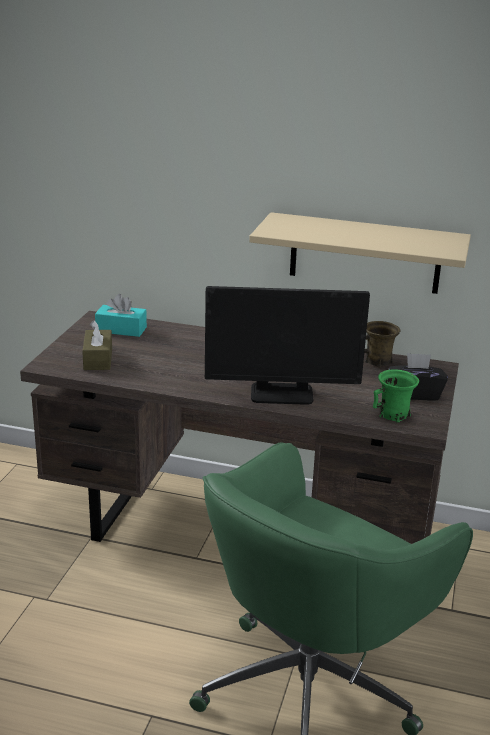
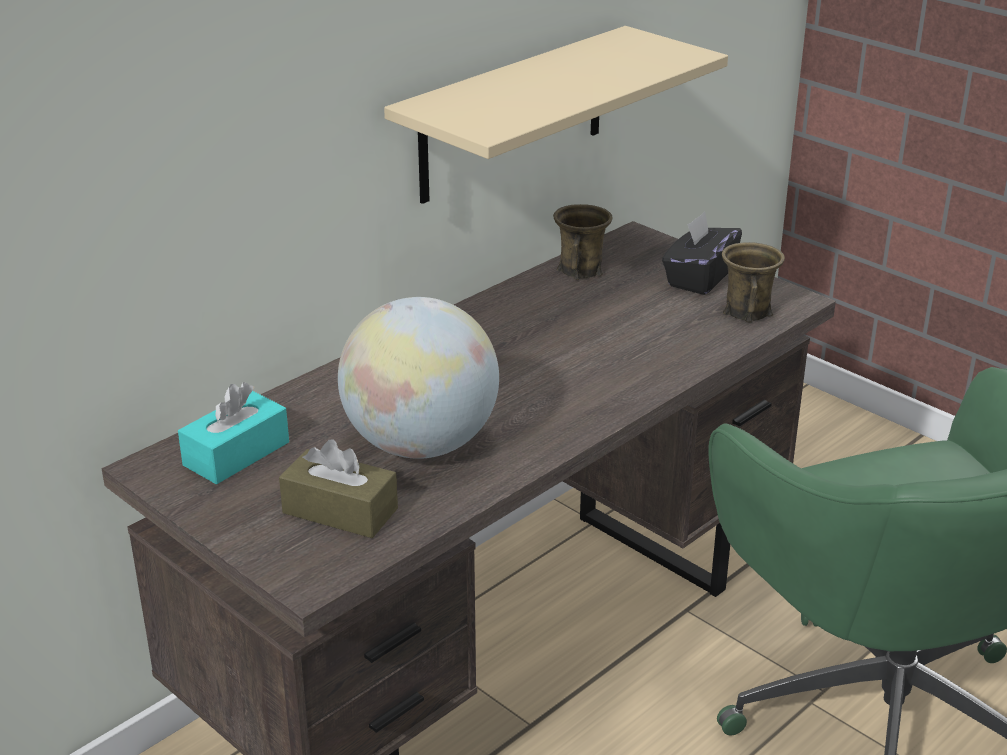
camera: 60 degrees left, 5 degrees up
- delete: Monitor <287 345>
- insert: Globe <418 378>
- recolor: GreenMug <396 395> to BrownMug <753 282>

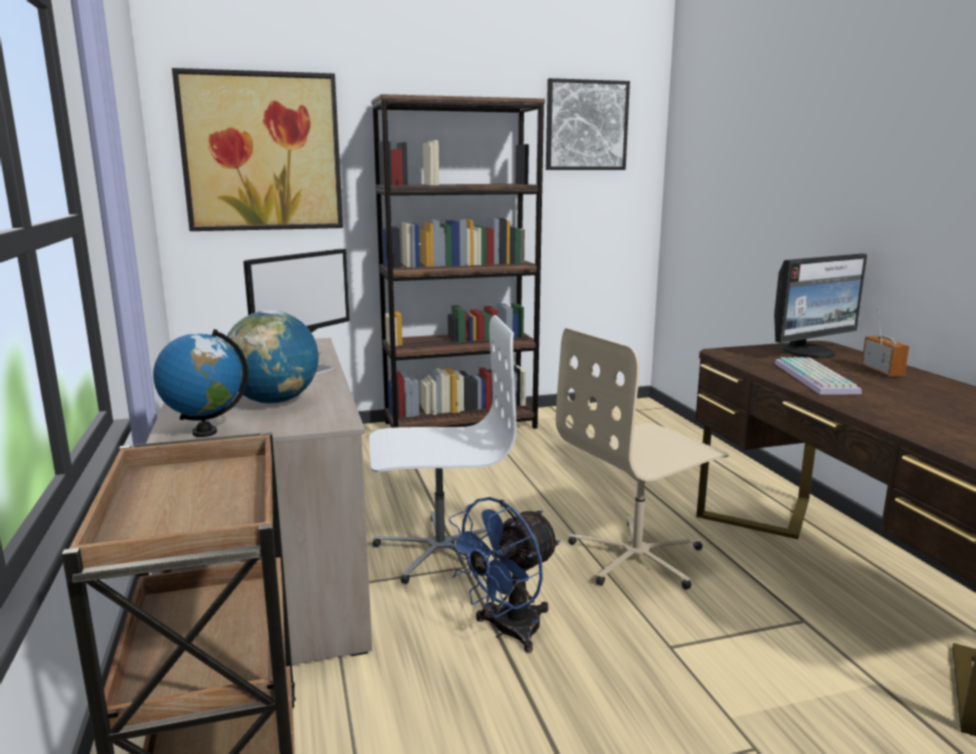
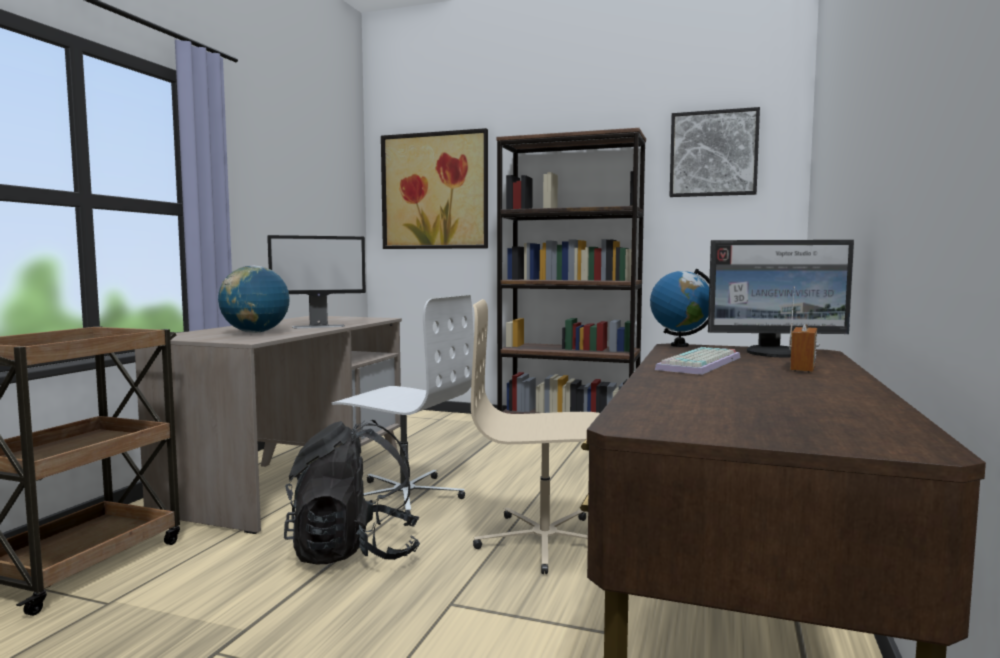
camera: 35 degrees right, 10 degrees down
- move: Globe <201 383> to <680 308>
- replace: BlueFan <502 575> to BlackBackpack <352 492>

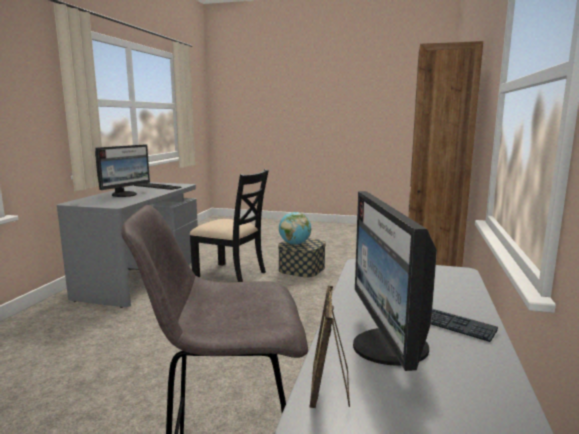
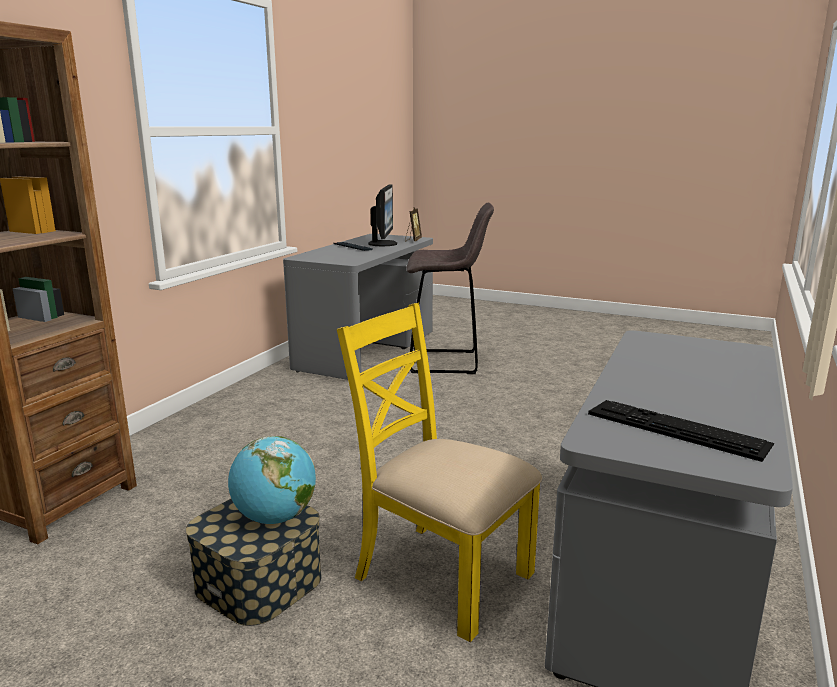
camera: 170 degrees left, 5 degrees up
- delete: Monitor <122 170>
- recolor: BlackChair <229 225> to YellowChair <439 472>

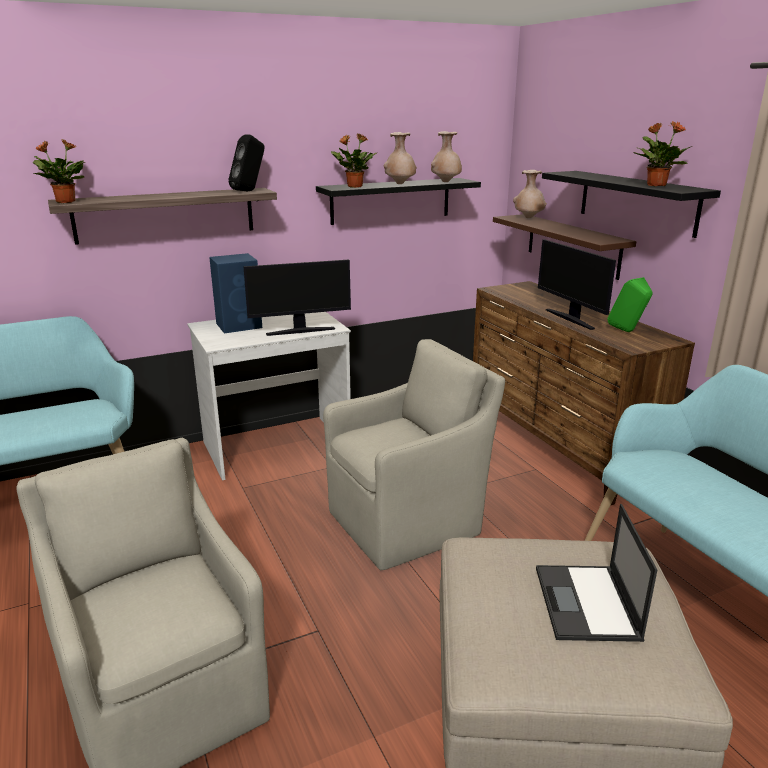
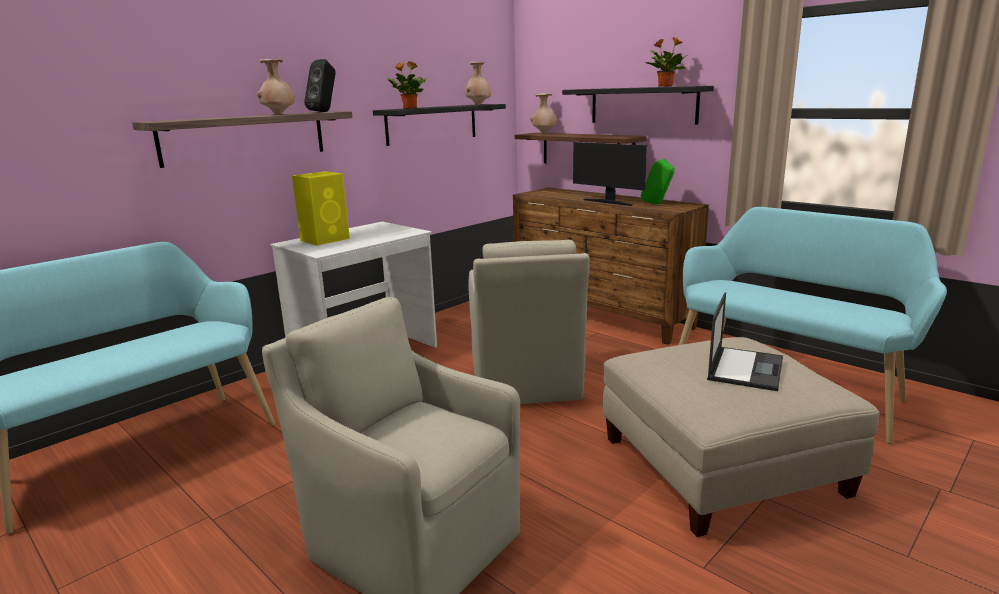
camera: 20 degrees left, 5 degrees down
- delete: PottedPlant <59 171>
- delete: Monitor <297 297>
- move: BeigeVase <400 158> to <276 87>
- recolor: BlueSpeaker <235 293> to YellowSpeaker <321 208>
- rotate: BeigeArmchair <414 454> = <529 322> 135 degrees clockwise
- rotate: Laptop <596 573> = <745 341> 135 degrees counterclockwise

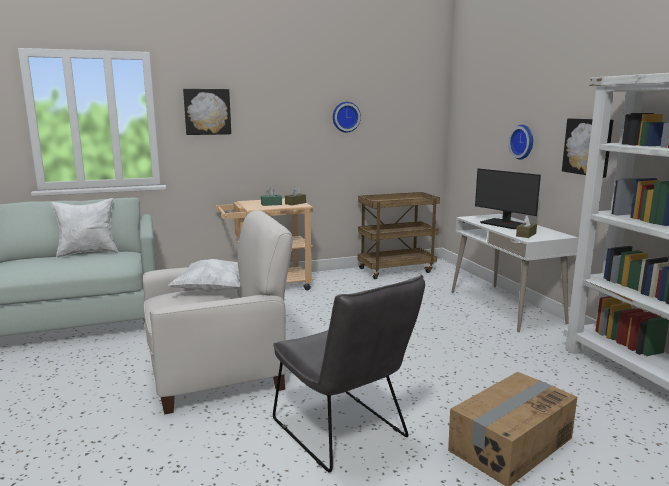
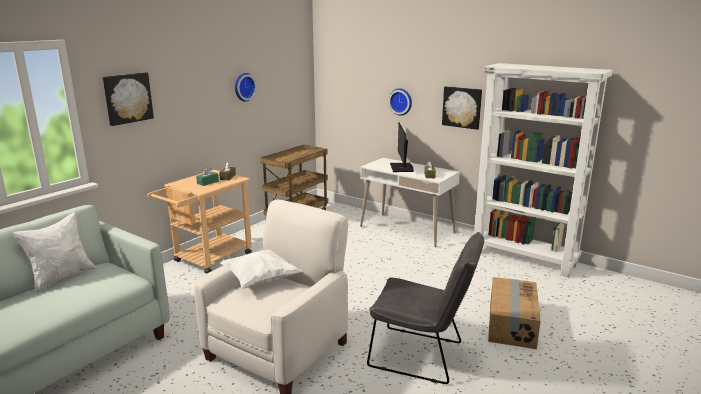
camera: 35 degrees left, 5 degrees up
- rotate: Monitor <508 199> = <402 147> 75 degrees clockwise

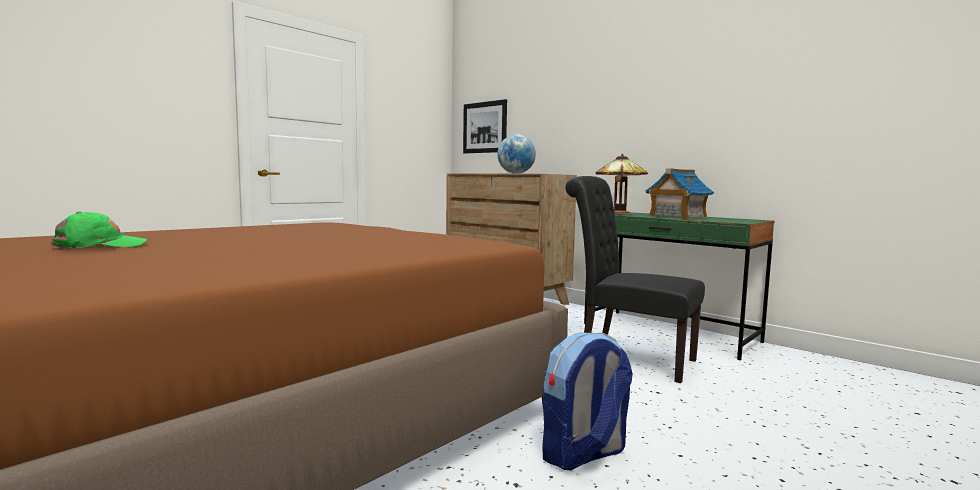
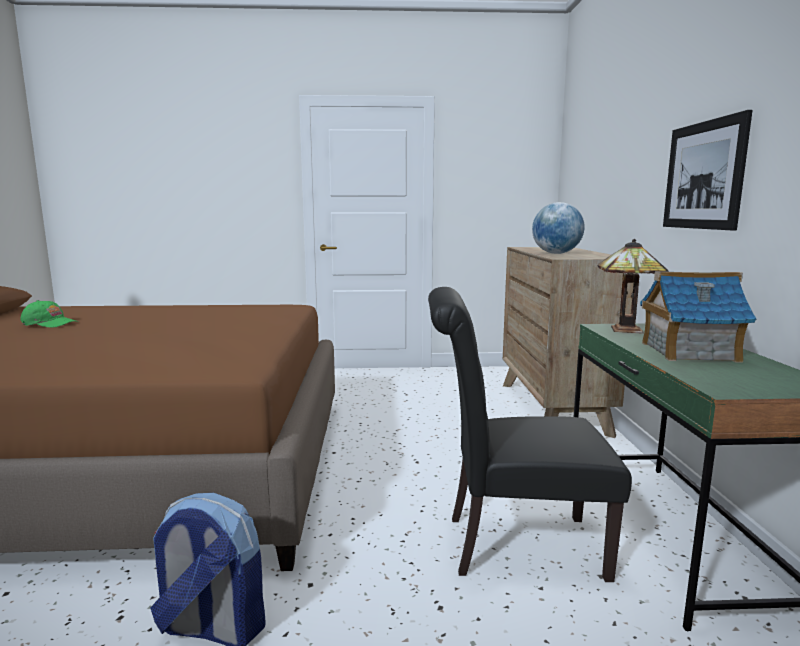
camera: 45 degrees right, 5 degrees up
- move: Picture <485 126> to <708 170>
- rotate: BlackChair <635 279> = <530 434> 75 degrees counterclockwise

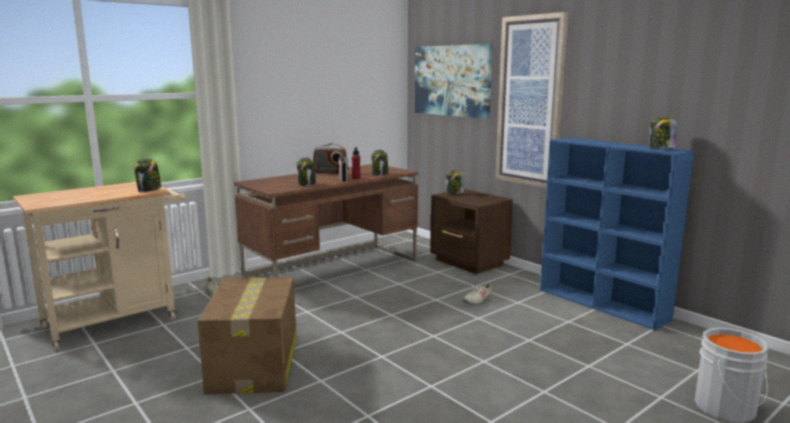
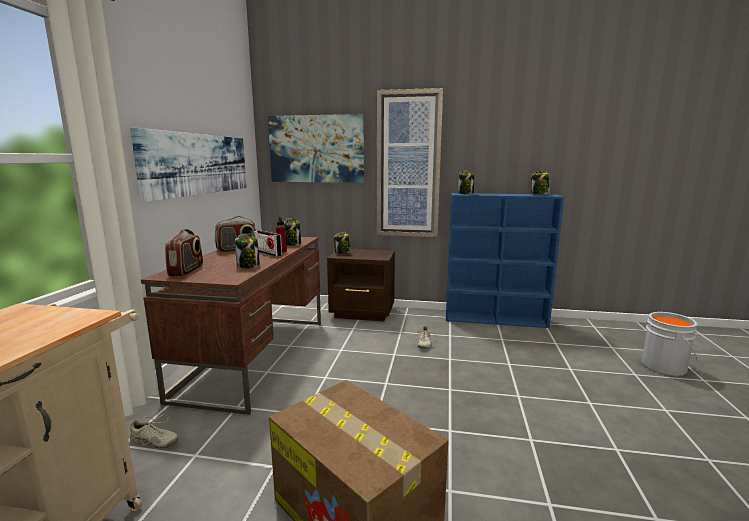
camera: 40 degrees left, 0 degrees up
- insert: Picture <188 165>
- insert: Radio <184 252>
- move: Jar <147 175> to <466 182>

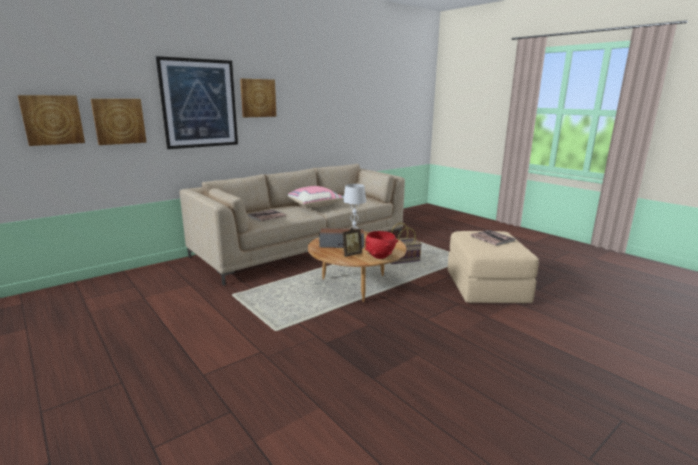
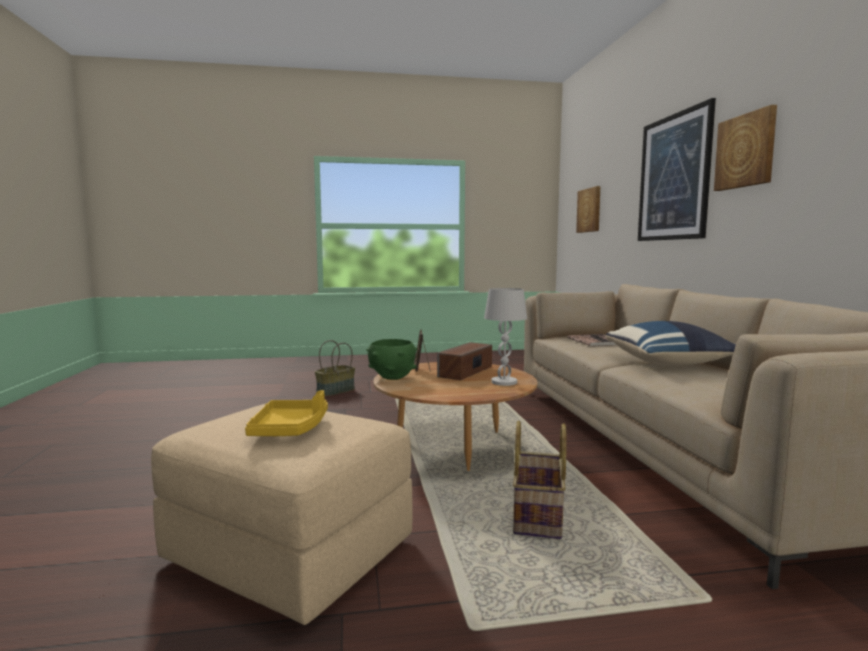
camera: 120 degrees right, 10 degrees down
- delete: Picture <119 122>
- insert: Basket <335 368>
- replace: Book <492 238> to YellowTray <286 413>
- recolor: PinkPillow <316 197> to BluePillow <670 343>
- recolor: RedBowl <381 245> to GreenBowl <392 359>

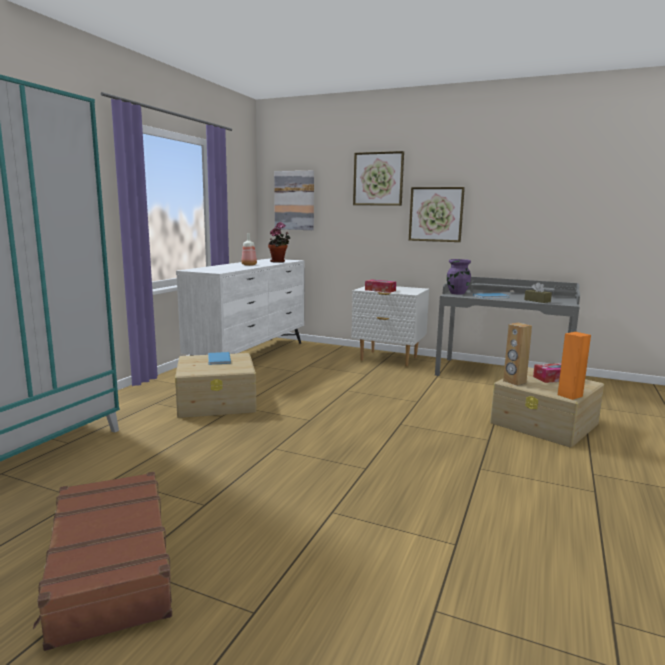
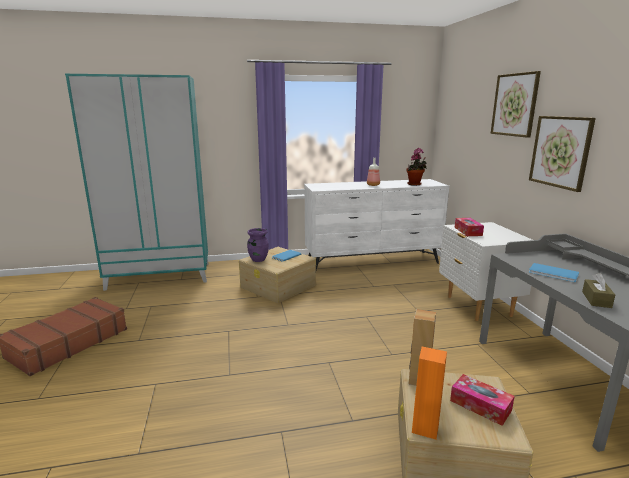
camera: 55 degrees right, 5 degrees up
- delete: Picture <294 200>
- move: PurpleVase <459 276> to <258 245>

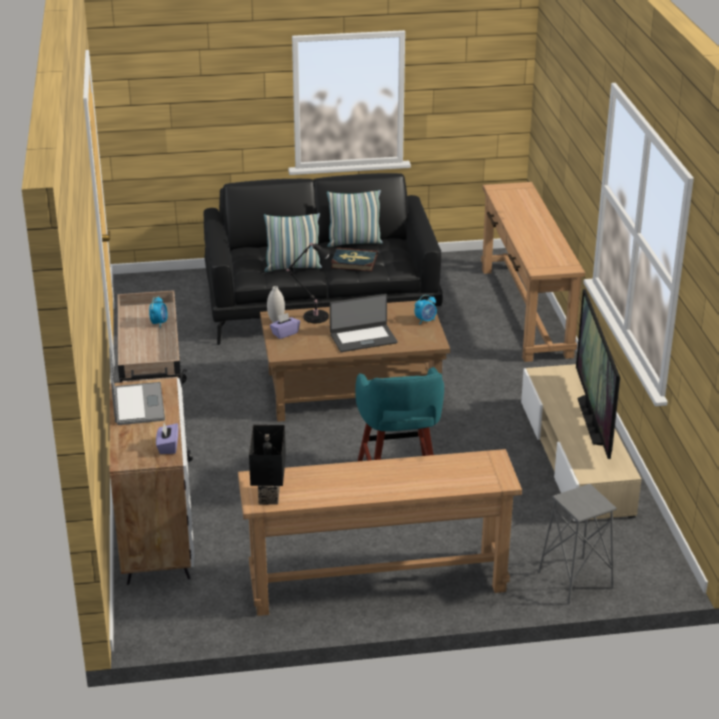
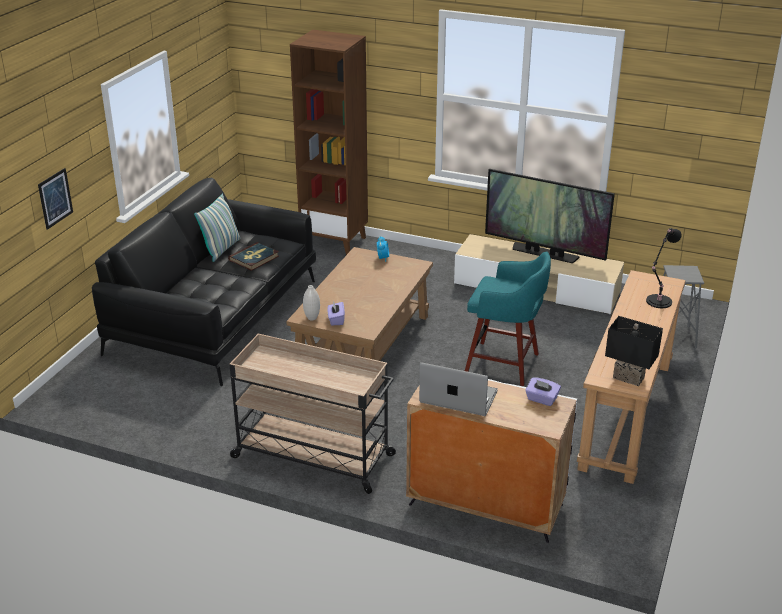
camera: 60 degrees left, 0 degrees up
- delete: AlarmClock <158 312>
- delete: Pillow <293 242>
- delete: Laptop <364 323>
- insert: Picture <55 199>
- move: BlackTableLamp <308 283> to <664 268>
- replace: BrownConsoleTable <533 272> to BrownBookcase <329 142>

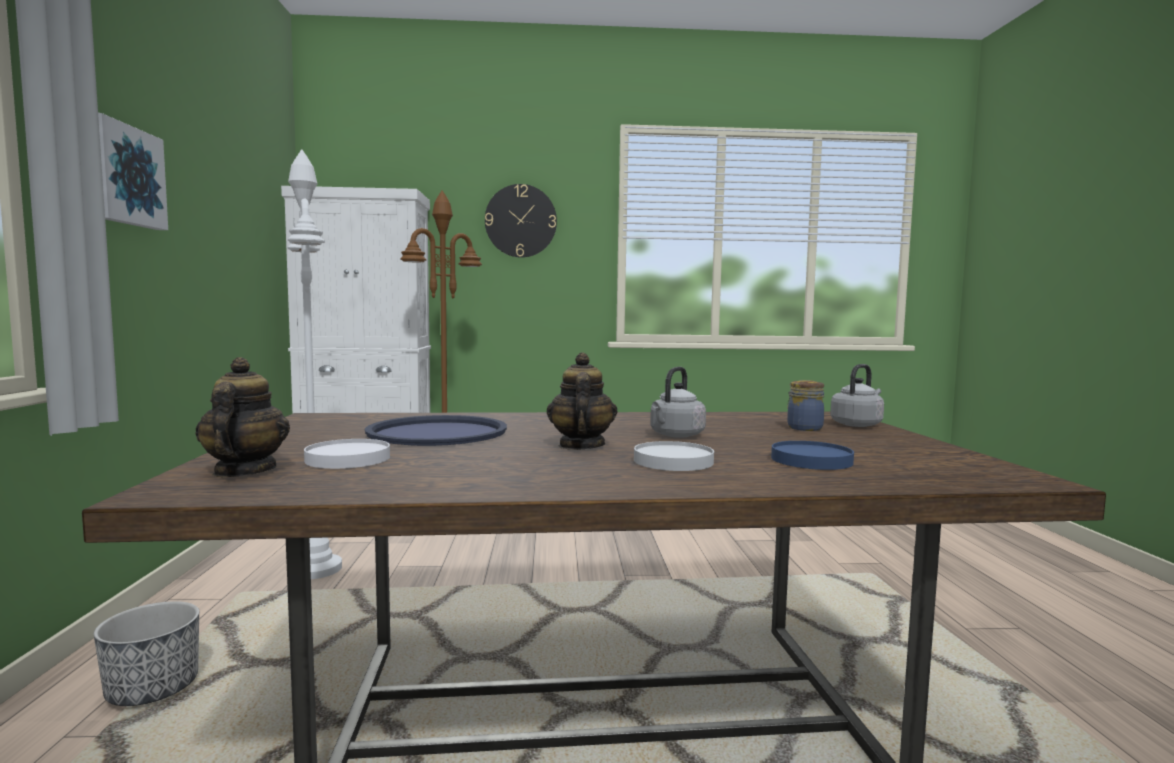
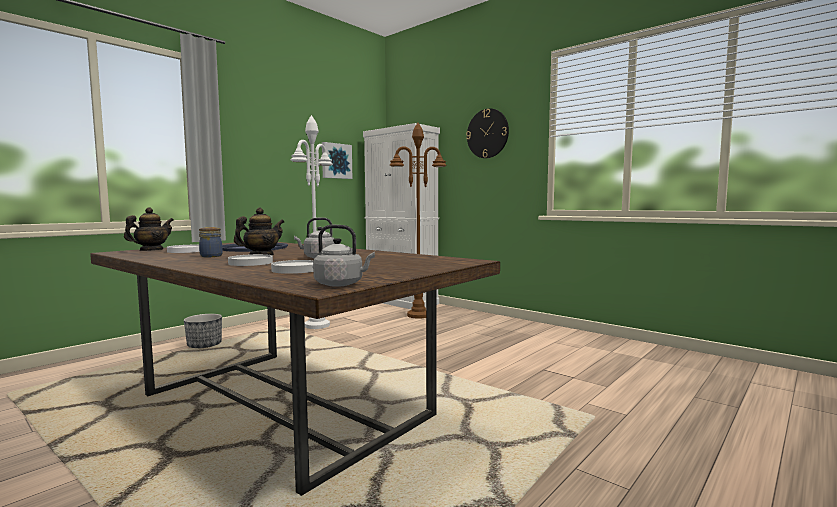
camera: 45 degrees right, 0 degrees up
- move: Picture <133 171> to <337 160>
- move: Jar <805 405> to <211 242>
- move: GreyKettle <857 395> to <344 256>
- recolor: BluePlate <812 455> to WhitePlate <292 267>

